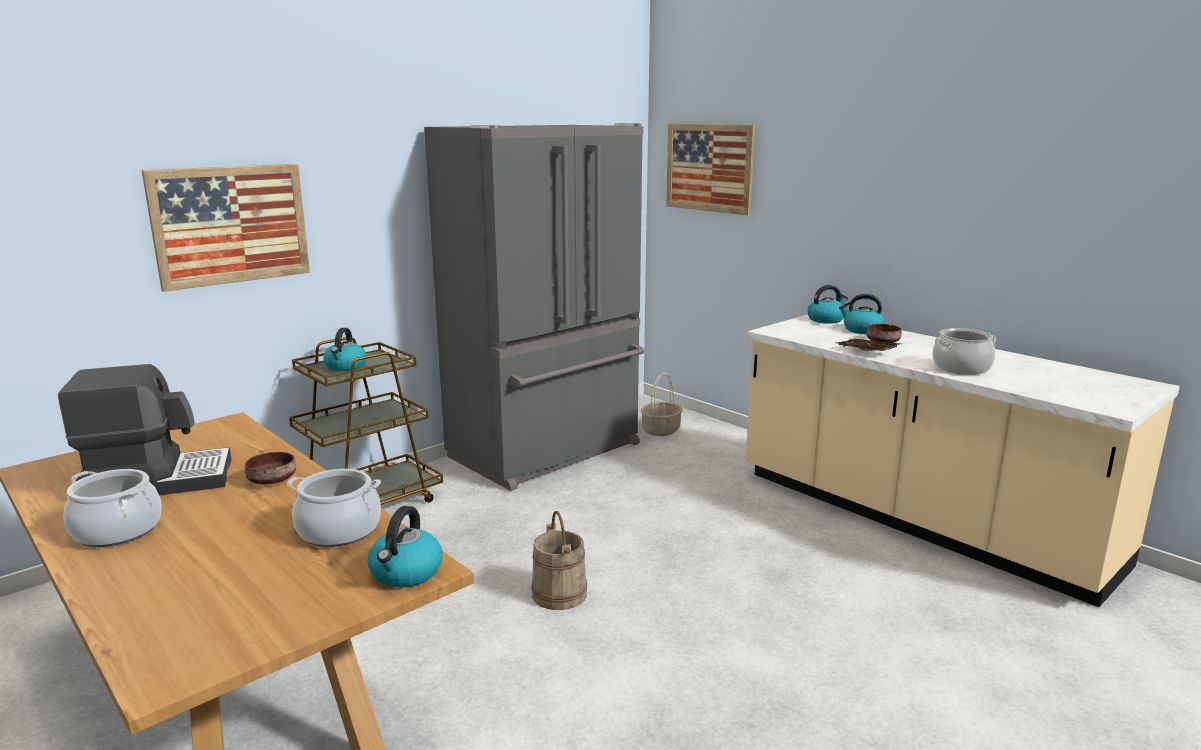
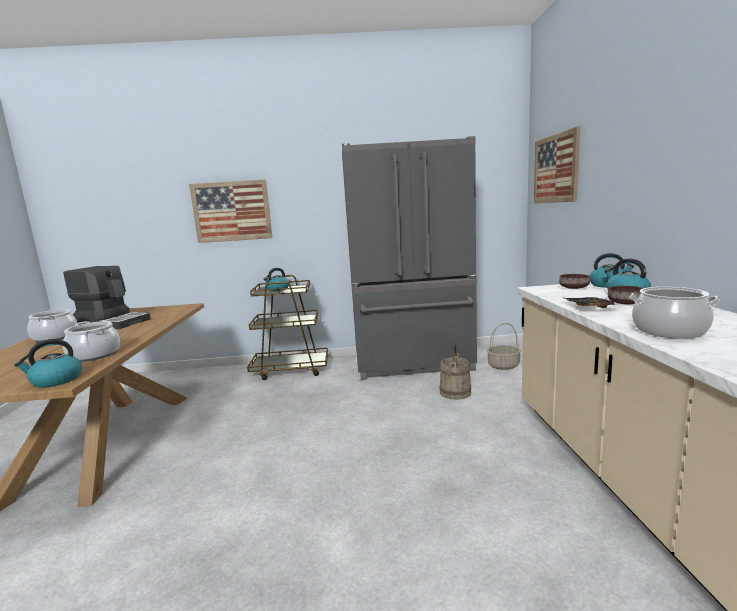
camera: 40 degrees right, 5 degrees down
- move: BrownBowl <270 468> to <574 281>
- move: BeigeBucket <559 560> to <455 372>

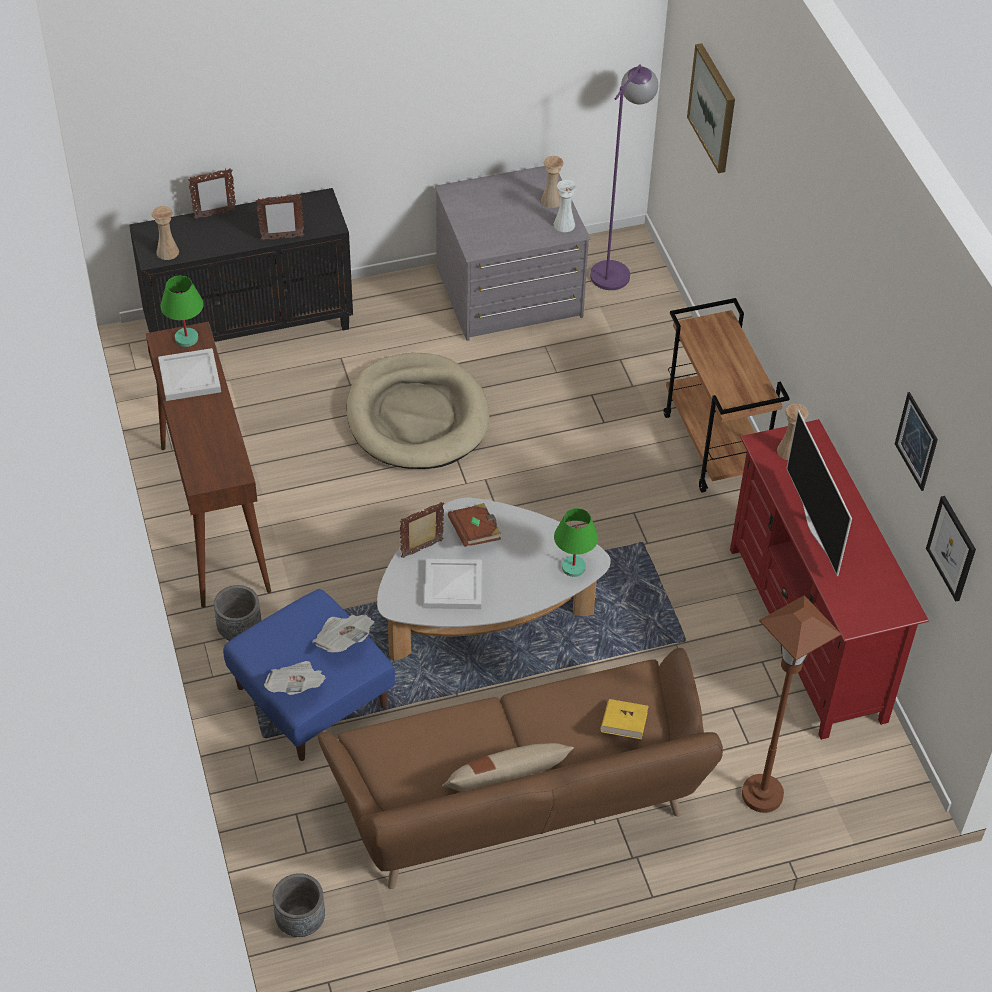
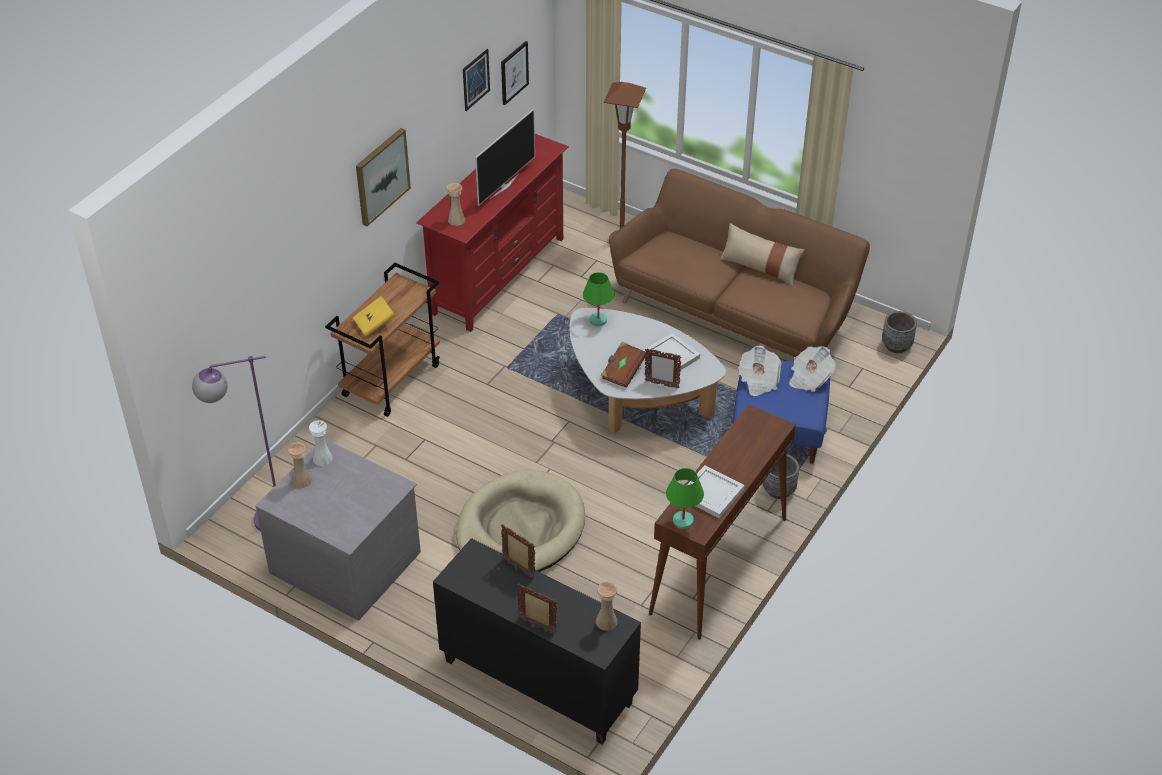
camera: 130 degrees left, 5 degrees down
- move: YellowBook <624 719> to <374 316>
- move: Picture <711 108> to <383 177>

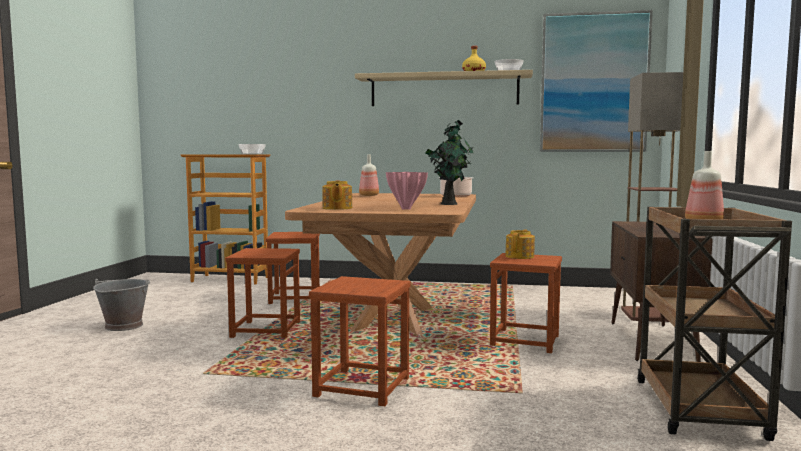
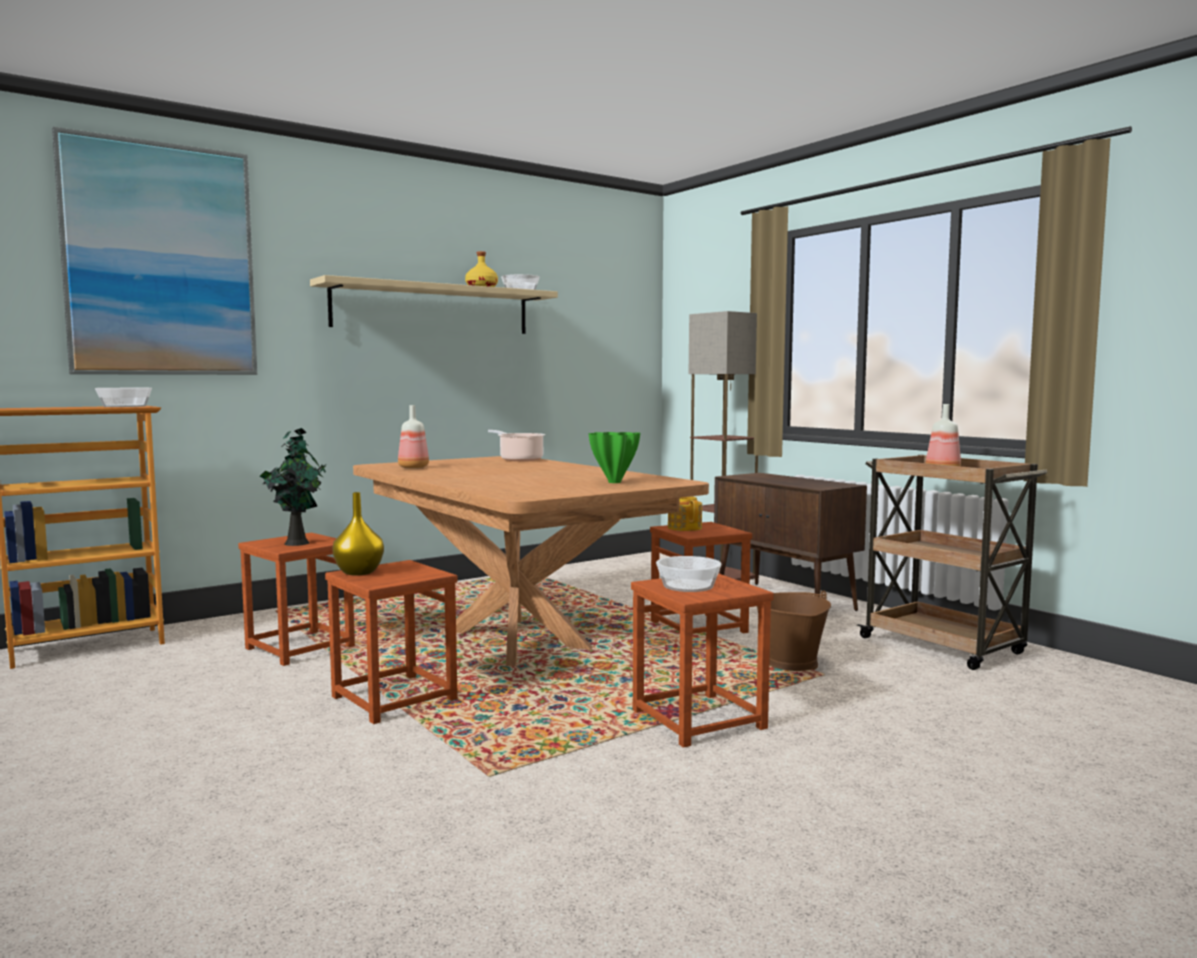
camera: 45 degrees left, 0 degrees up
- delete: GreyBucket <121 305>
- delete: Teapot <337 195>
- insert: YellowVase <358 533>
- insert: Bowl <688 574>
- insert: BrownBucket <794 630>
- move: PottedPlant <449 162> to <292 487>
- move: Picture <596 81> to <154 251>
- recolor: PinkVase <407 191> to GreenVase <614 457>

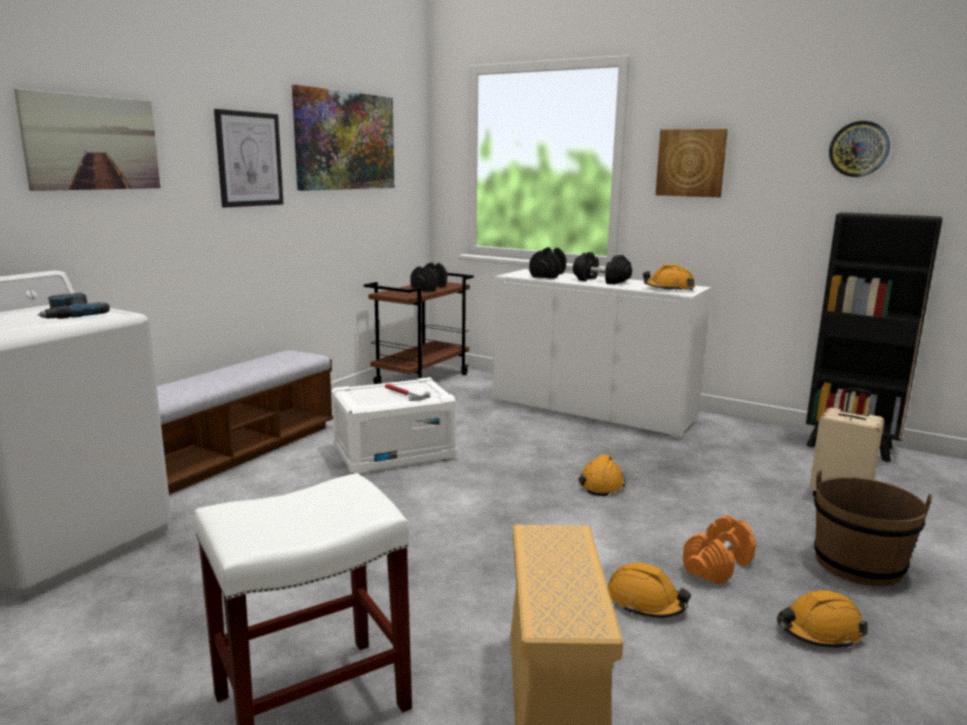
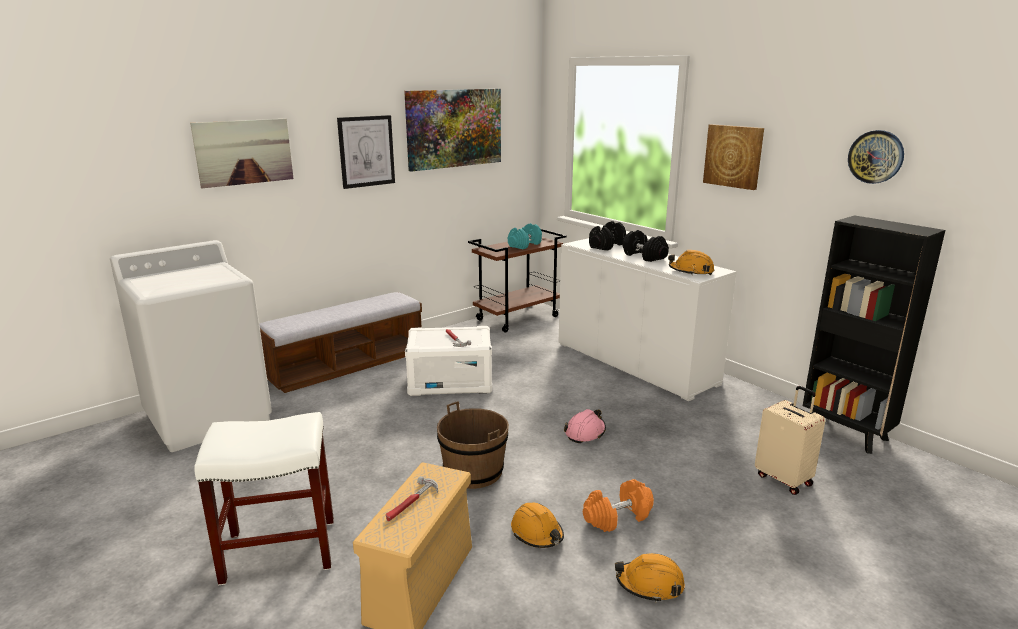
camera: 20 degrees right, 5 degrees up
- delete: PowerDrill <73 306>
- insert: Hammer <412 498>
- move: BrownBucket <873 528> to <473 445>
- recolor: BlackDumbbell <428 277> to TurquoiseDumbbell <525 236>
- recolor: OrangeHardHat <602 475> to PinkHardHat <585 426>

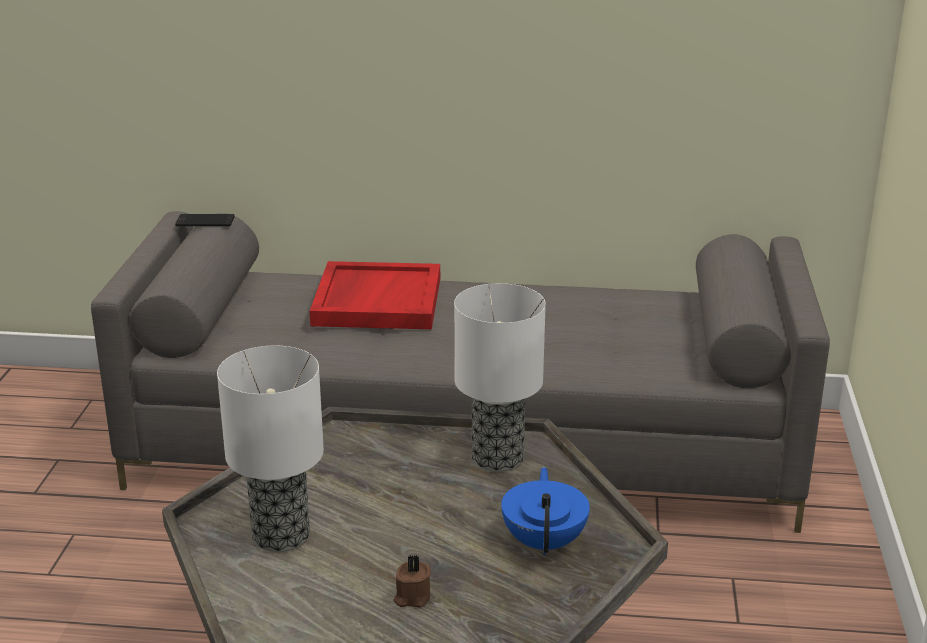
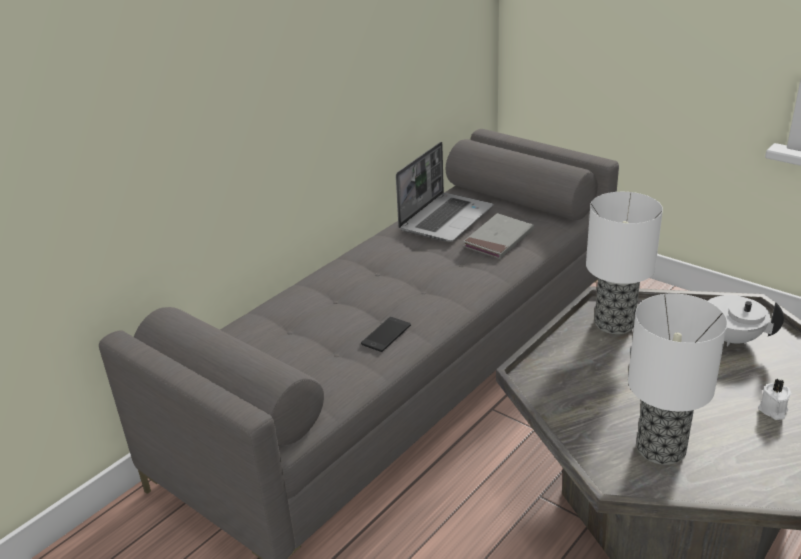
camera: 55 degrees left, 5 degrees up
- delete: RedTray <375 295>
- insert: Laptop <444 192>
- insert: GreyBook <498 236>
- move: Phone <205 220> to <386 334>
- recolor: BrownCandle <412 581> to WhiteCandle <774 399>
- recolor: BlueTeapot <545 511> to WhiteTeapot <746 320>

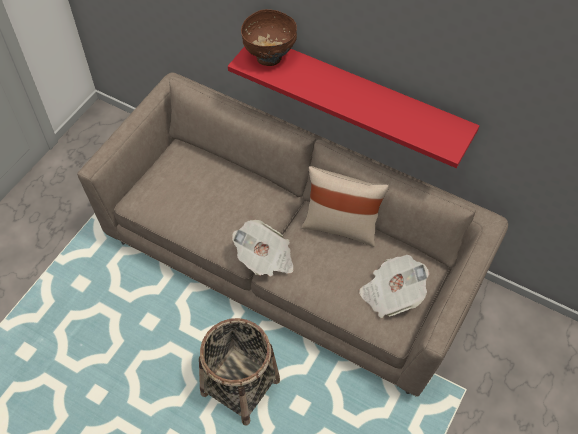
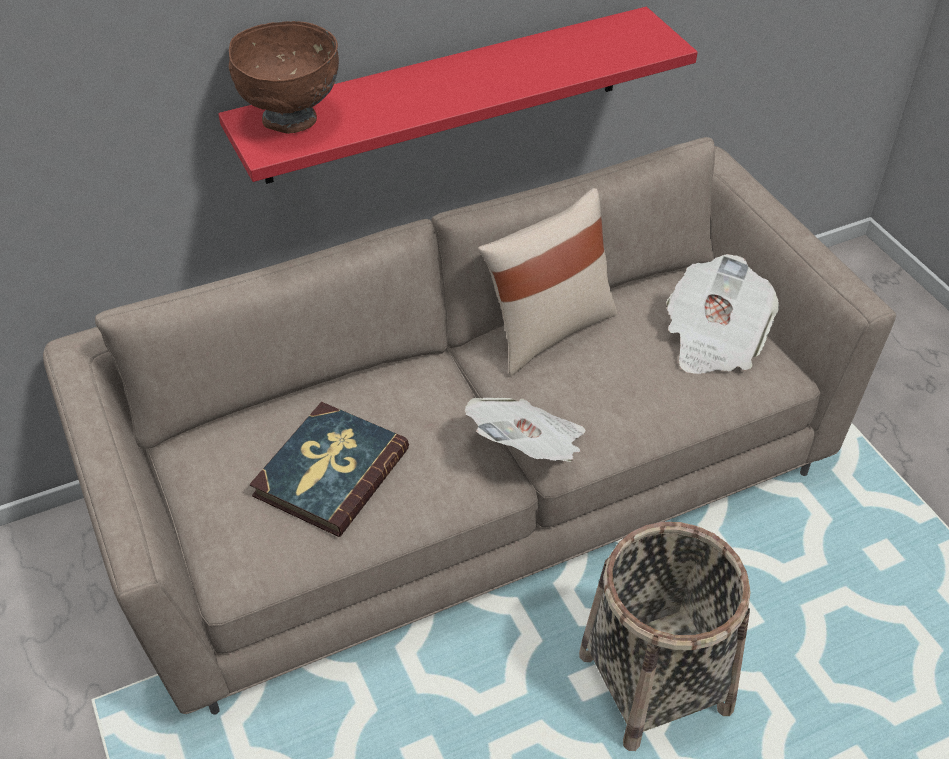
camera: 55 degrees left, 10 degrees down
- insert: Book <329 469>

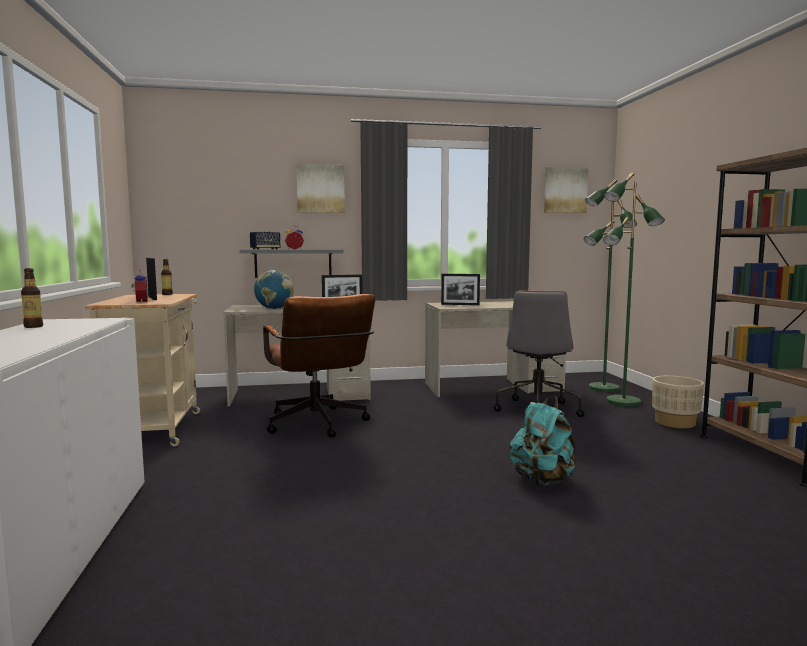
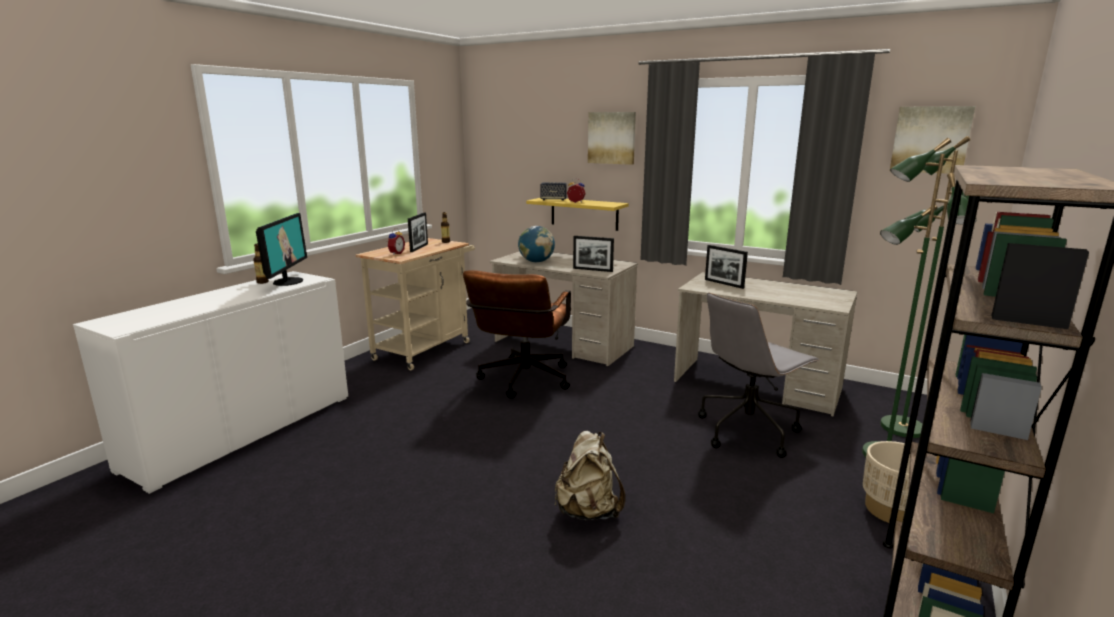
camera: 40 degrees right, 10 degrees up
- insert: Monitor <281 249>
- recolor: GreyShelf <291 264> to YellowShelf <577 214>
- recolor: TurquoiseBackpack <543 441> to BeigeBackpack <590 475>

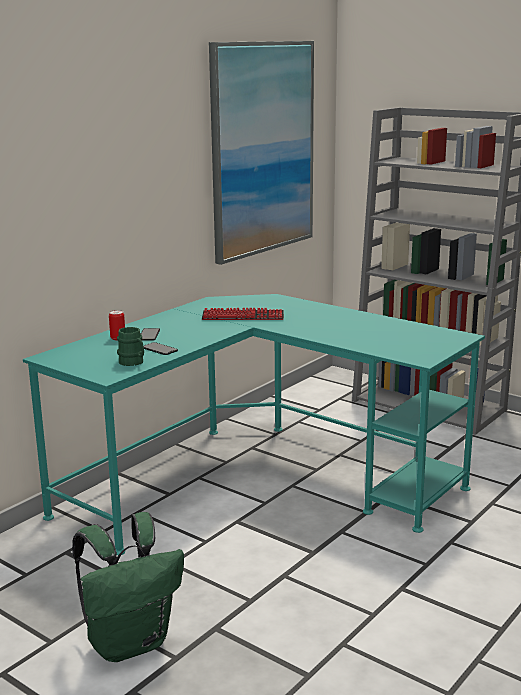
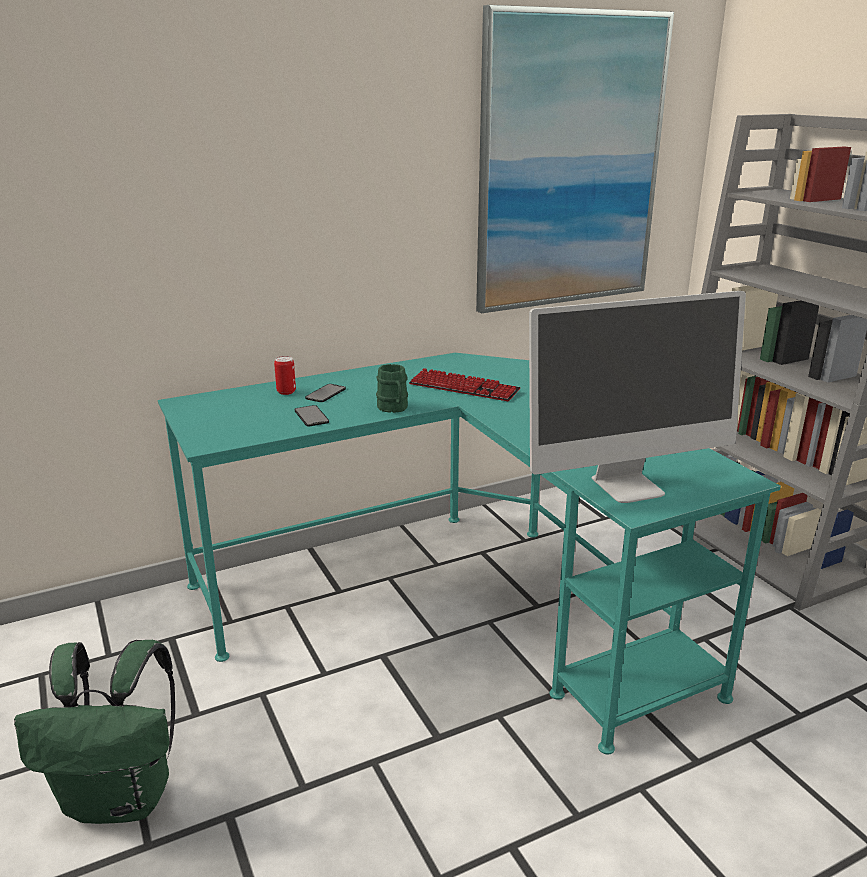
camera: 25 degrees right, 5 degrees up
- insert: Monitor <637 397>
- move: GreenMug <130 346> to <392 388>

